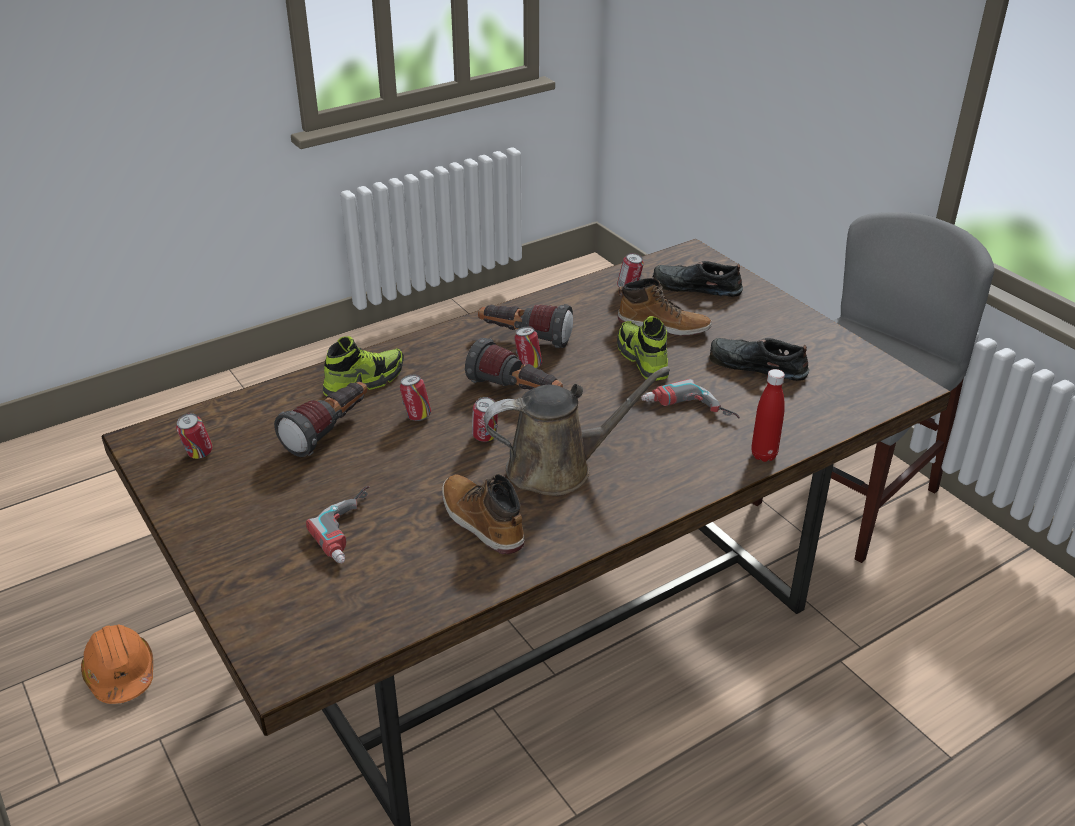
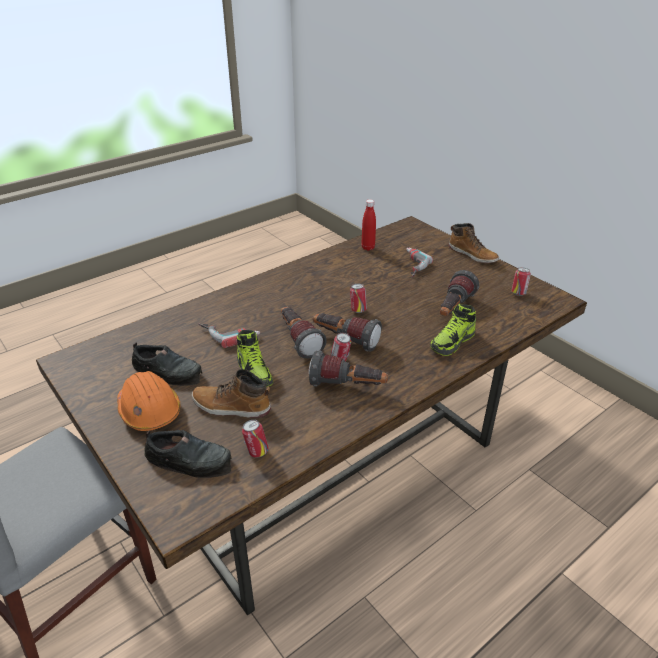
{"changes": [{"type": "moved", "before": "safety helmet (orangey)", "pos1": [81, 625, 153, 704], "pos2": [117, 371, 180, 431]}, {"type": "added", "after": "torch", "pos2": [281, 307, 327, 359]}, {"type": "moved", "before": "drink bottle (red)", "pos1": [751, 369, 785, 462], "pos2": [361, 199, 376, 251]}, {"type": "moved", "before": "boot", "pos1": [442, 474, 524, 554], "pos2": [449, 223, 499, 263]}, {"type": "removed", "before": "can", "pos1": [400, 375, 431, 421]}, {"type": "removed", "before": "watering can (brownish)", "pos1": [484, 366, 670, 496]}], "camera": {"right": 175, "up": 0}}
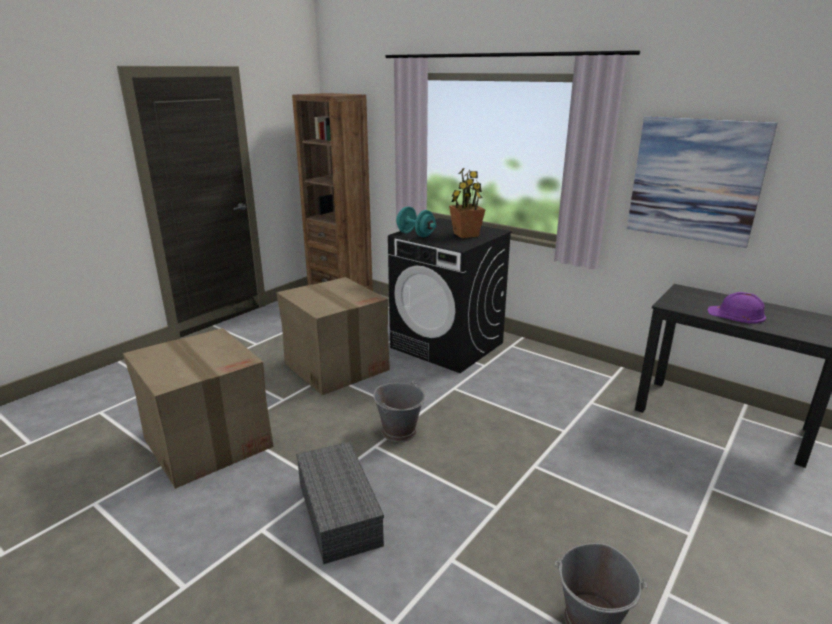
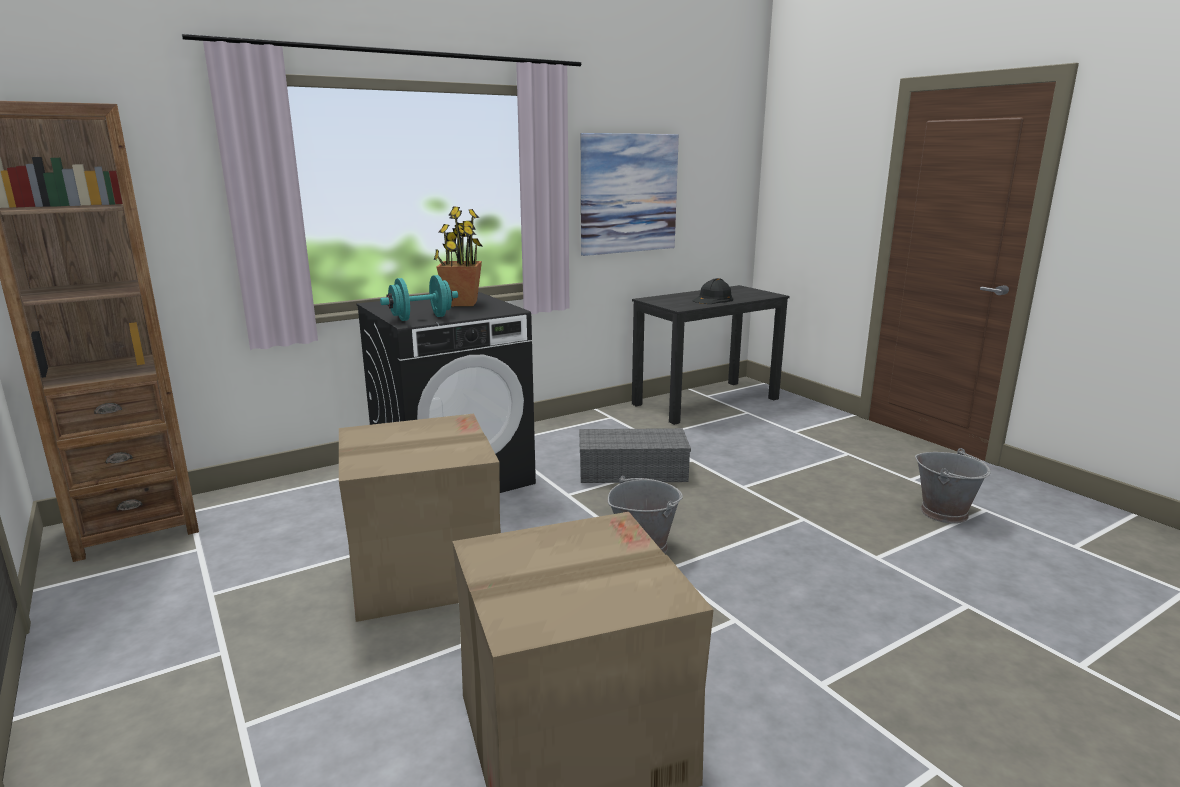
{"changes": [{"type": "moved", "before": "storage box (grey)", "pos1": [296, 442, 384, 564], "pos2": [579, 428, 691, 483]}, {"type": "recoloured", "before": "safety helmet (purple)", "after": "safety helmet (black)", "pos1": [707, 292, 766, 324], "pos2": [693, 278, 733, 304]}], "camera": {"right": -70, "up": -5}}
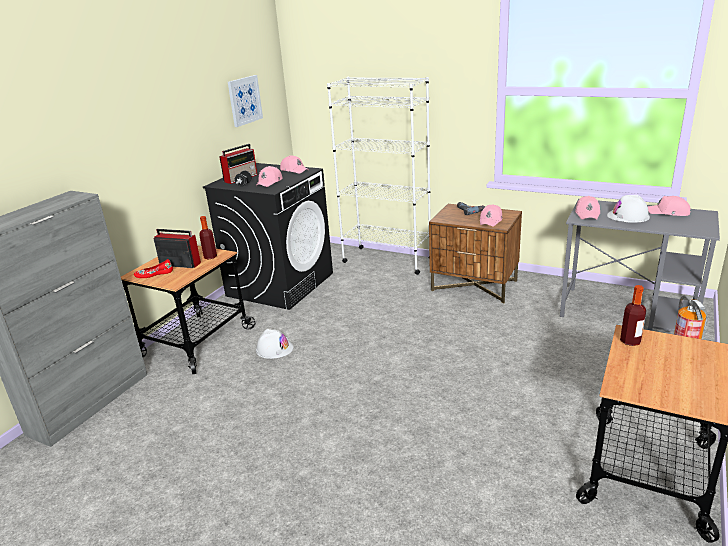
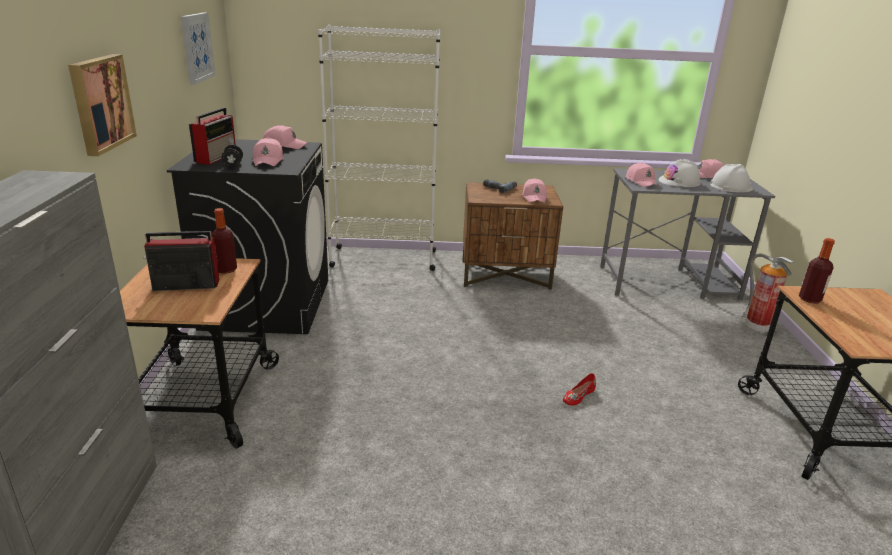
{"changes": [{"type": "added", "after": "wall picture", "pos2": [68, 54, 137, 156]}, {"type": "moved", "before": "shoe (red)", "pos1": [134, 259, 173, 278], "pos2": [563, 373, 596, 406]}, {"type": "moved", "before": "safety helmet (white)", "pos1": [256, 329, 293, 359], "pos2": [710, 164, 753, 193]}], "camera": {"right": -30, "up": 0}}
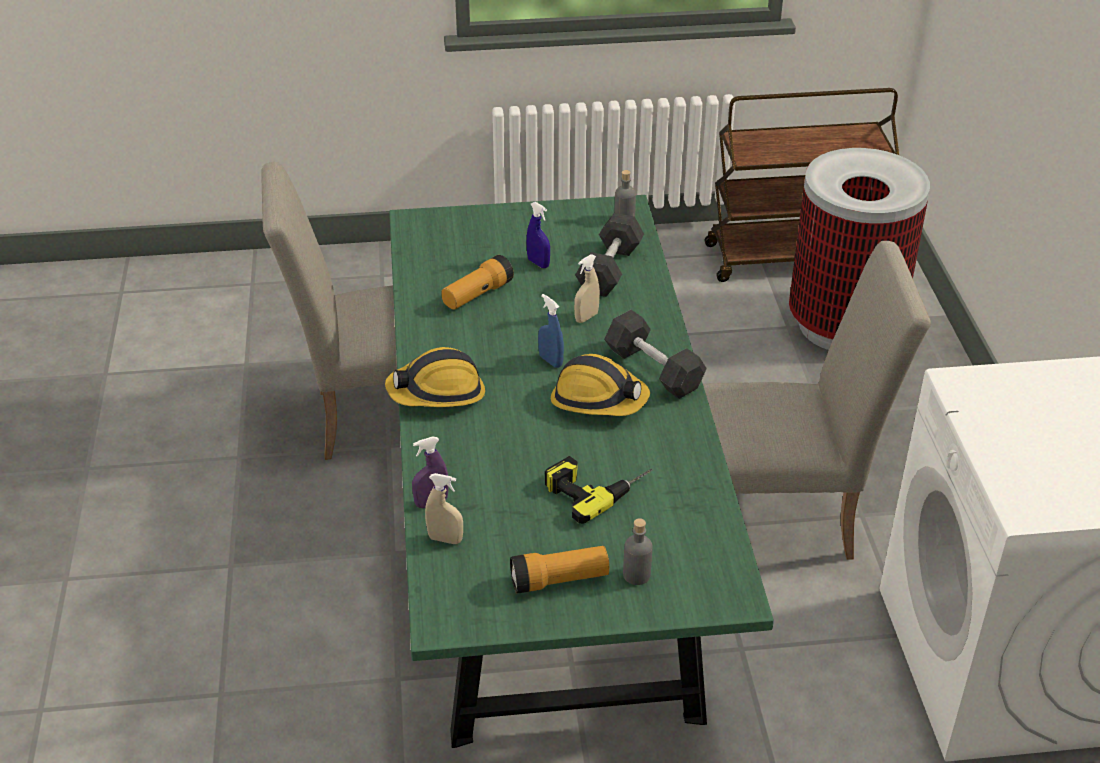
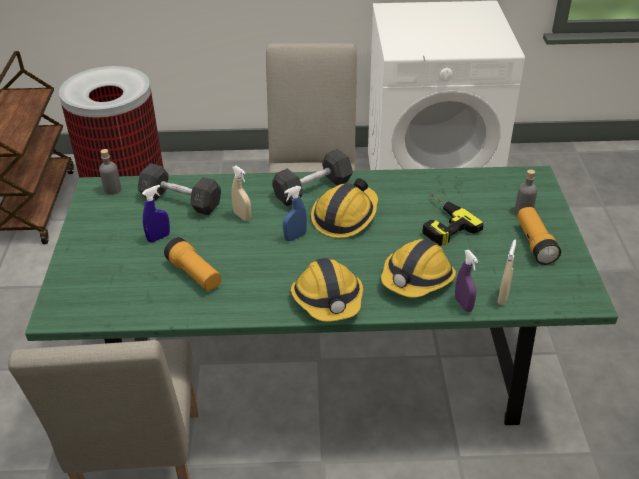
{"changes": [{"type": "added", "after": "safety helmet", "pos2": [381, 239, 456, 298]}], "camera": {"right": -85, "up": 0}}
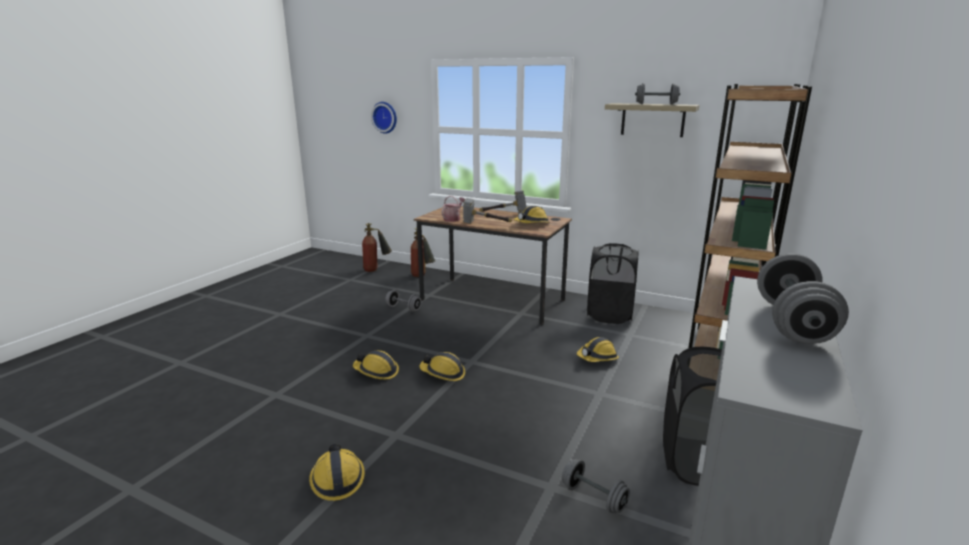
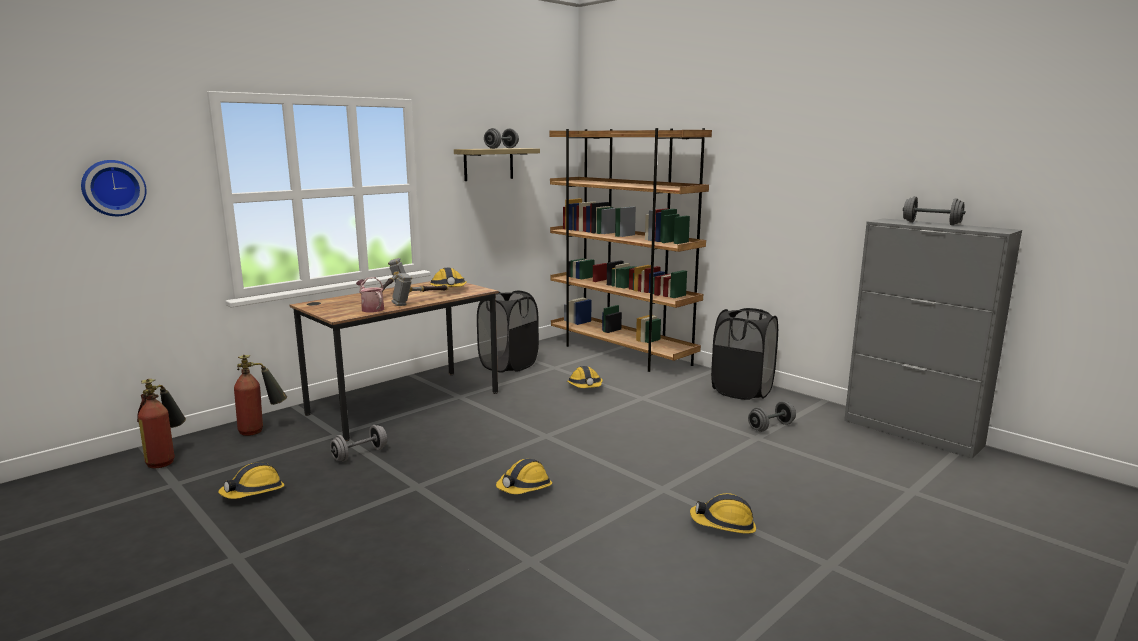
{"changes": [{"type": "moved", "before": "safety helmet", "pos1": [419, 352, 465, 381], "pos2": [218, 462, 284, 499]}], "camera": {"right": -70, "up": -5}}
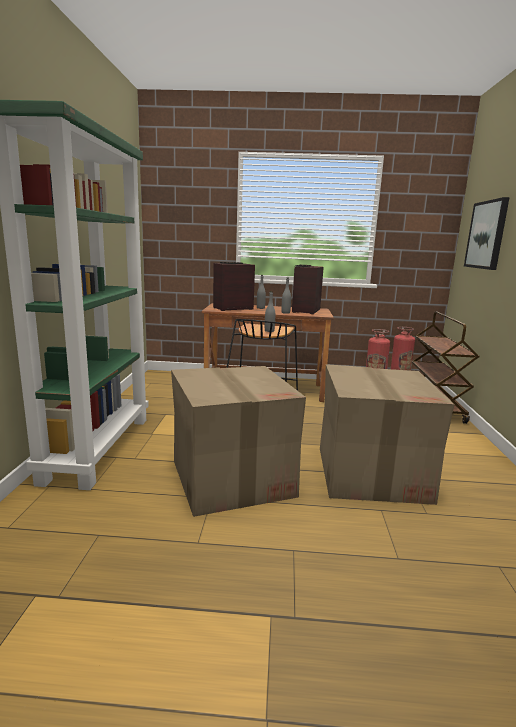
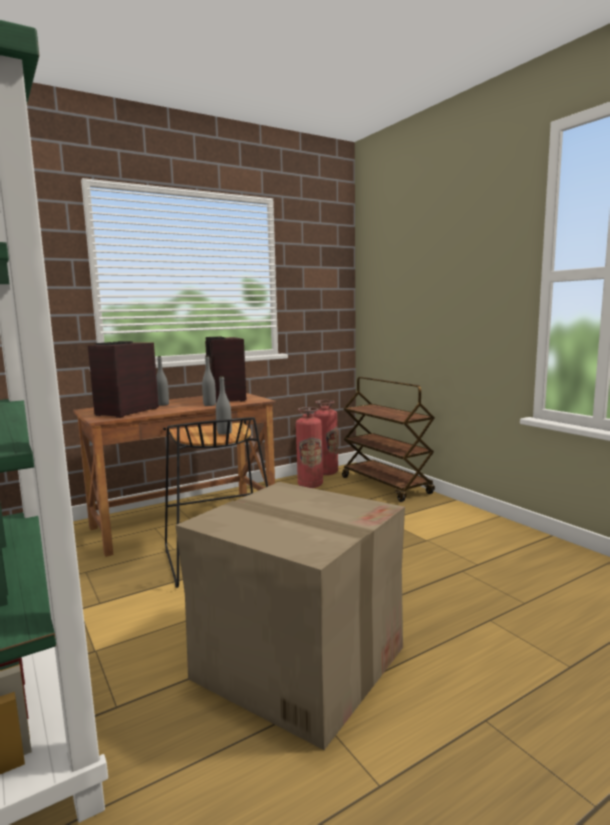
{"changes": [{"type": "removed", "before": "cardboard box", "pos1": [320, 364, 455, 505]}, {"type": "removed", "before": "wall picture", "pos1": [464, 197, 510, 270]}], "camera": {"right": -35, "up": -5}}
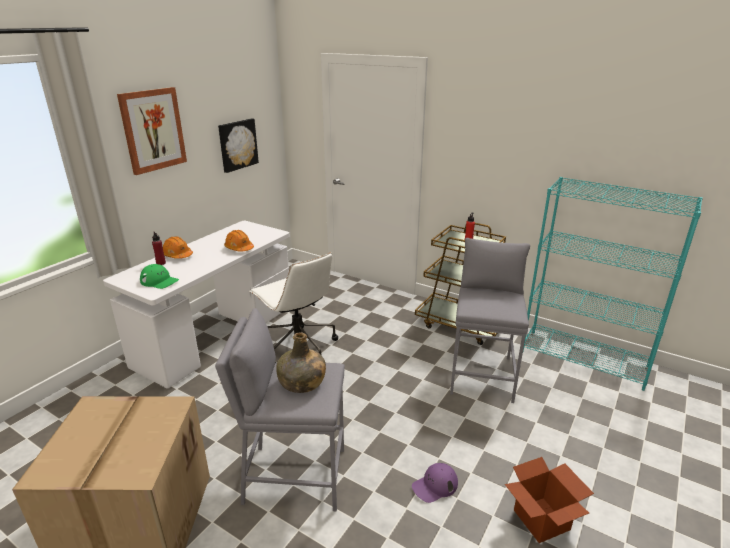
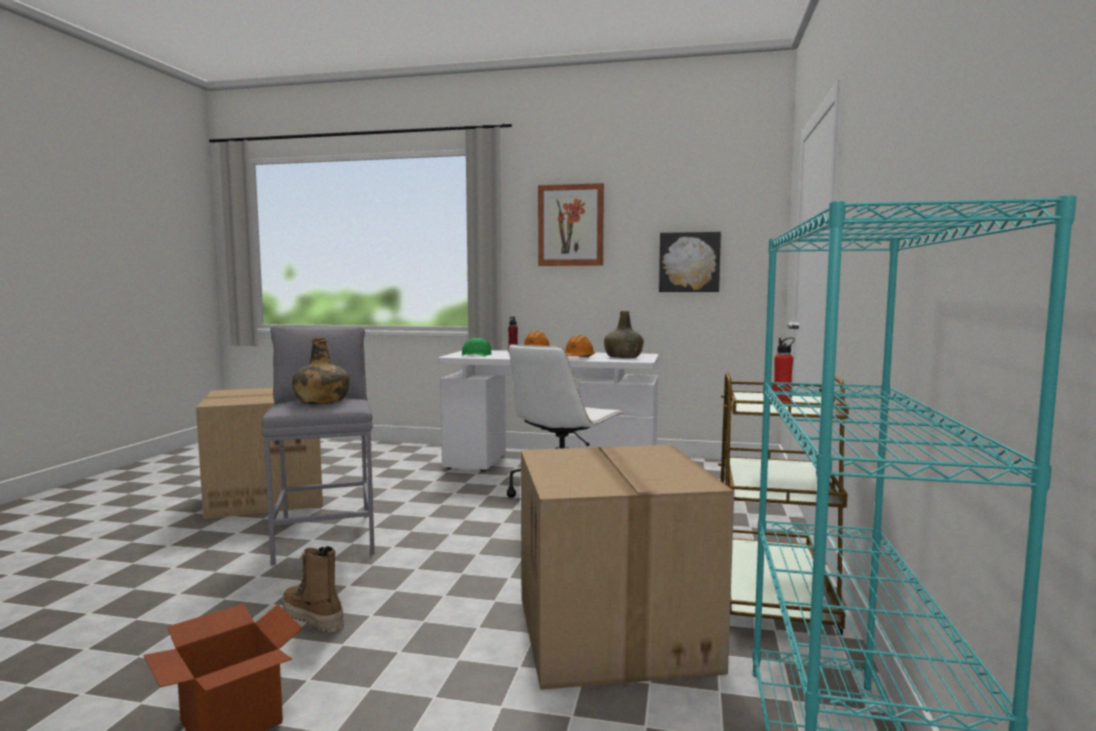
{"changes": [{"type": "replaced", "before": "cap (purple)", "after": "boot", "pos1": [412, 463, 458, 503], "pos2": [283, 546, 344, 632]}, {"type": "replaced", "before": "stool seat (grey)", "after": "cardboard box", "pos1": [450, 238, 530, 403], "pos2": [521, 445, 734, 690]}, {"type": "added", "after": "drink bottle (green)", "pos2": [604, 311, 644, 358]}], "camera": {"right": 70, "up": -20}}
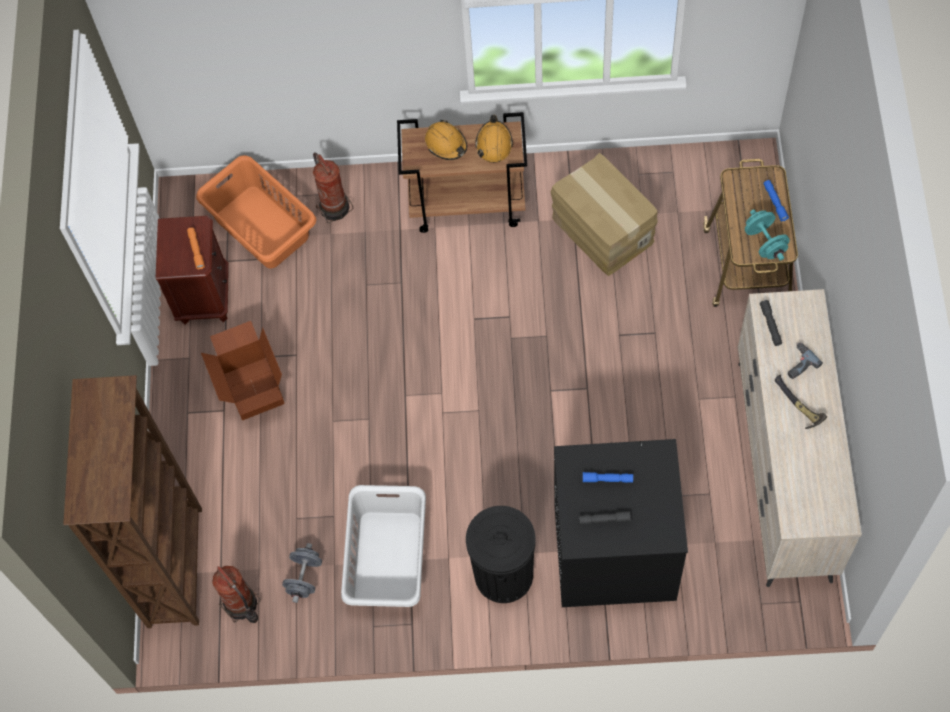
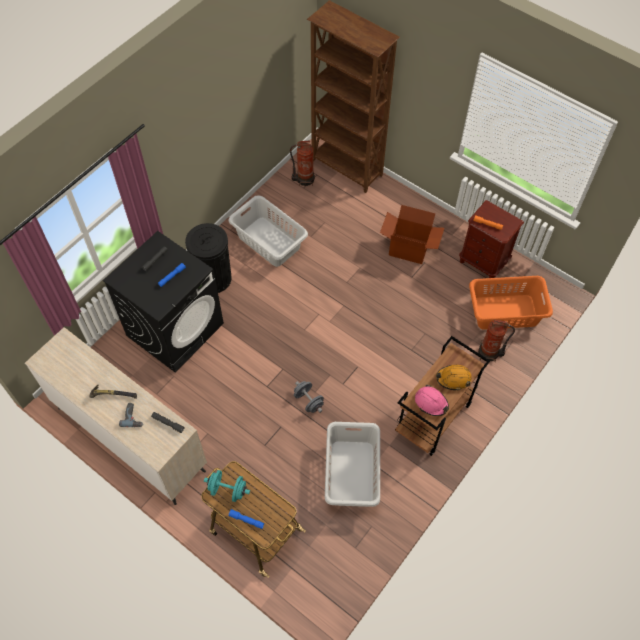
{"changes": [{"type": "moved", "before": "dumbbell (grey)", "pos1": [282, 543, 322, 603], "pos2": [294, 381, 324, 413]}, {"type": "replaced", "before": "cardboard box", "after": "laundry basket (grey)", "pos1": [551, 153, 658, 276], "pos2": [325, 422, 380, 507]}, {"type": "recoloured", "before": "safety helmet (orangey)", "after": "safety helmet (pinkish)", "pos1": [475, 115, 513, 163], "pos2": [415, 385, 449, 416]}], "camera": {"right": 125, "up": -5}}
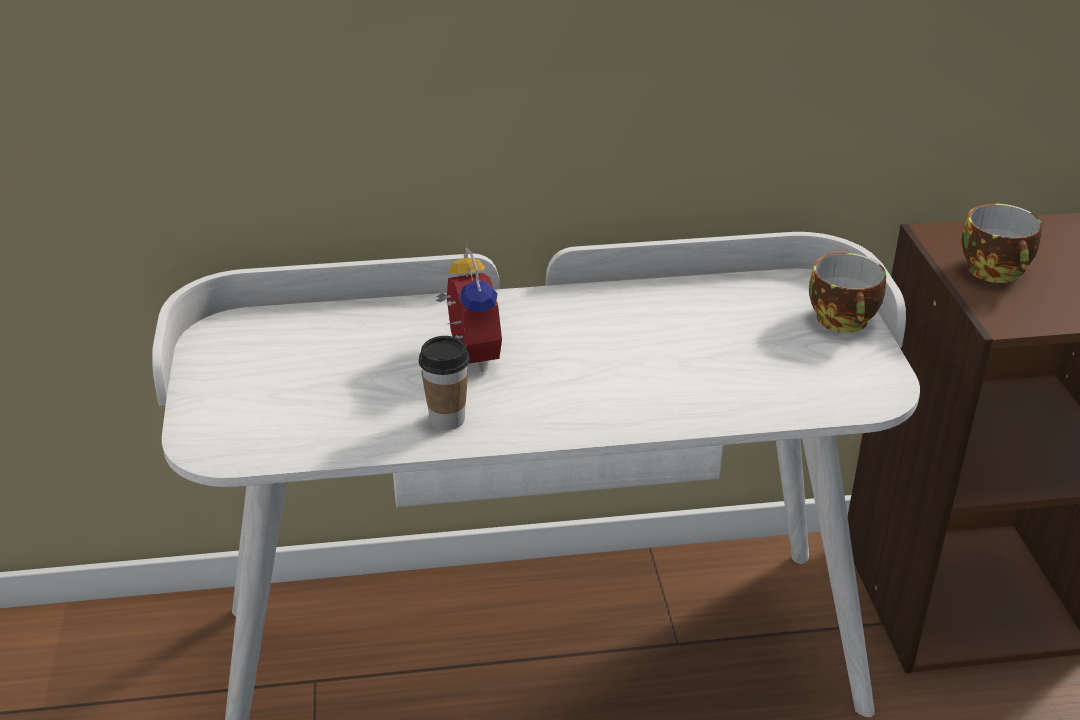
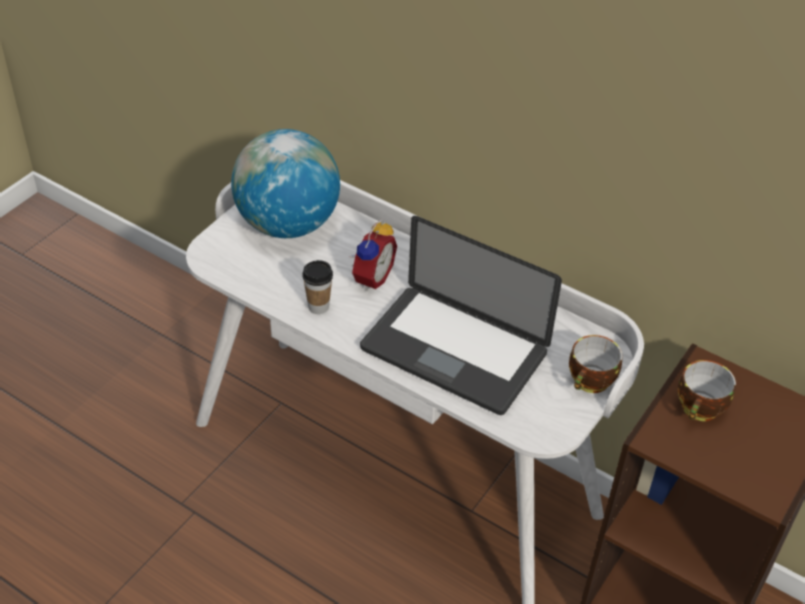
{"changes": [{"type": "added", "after": "globe", "pos2": [231, 129, 340, 238]}, {"type": "added", "after": "notebook computer", "pos2": [360, 216, 562, 415]}], "camera": {"right": 40, "up": 10}}
